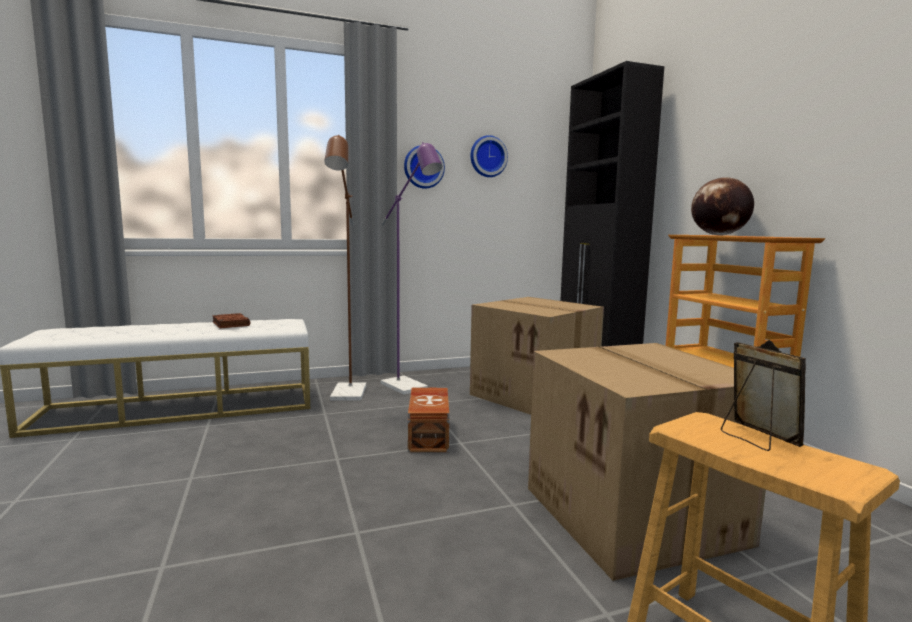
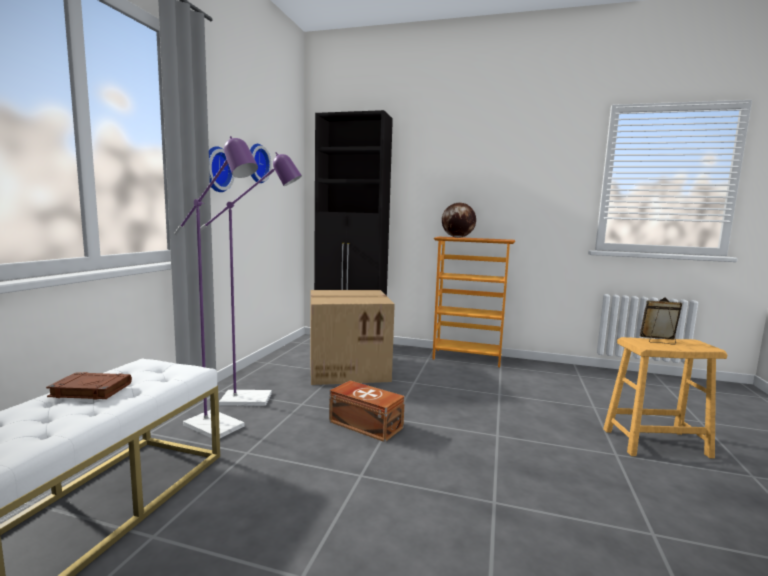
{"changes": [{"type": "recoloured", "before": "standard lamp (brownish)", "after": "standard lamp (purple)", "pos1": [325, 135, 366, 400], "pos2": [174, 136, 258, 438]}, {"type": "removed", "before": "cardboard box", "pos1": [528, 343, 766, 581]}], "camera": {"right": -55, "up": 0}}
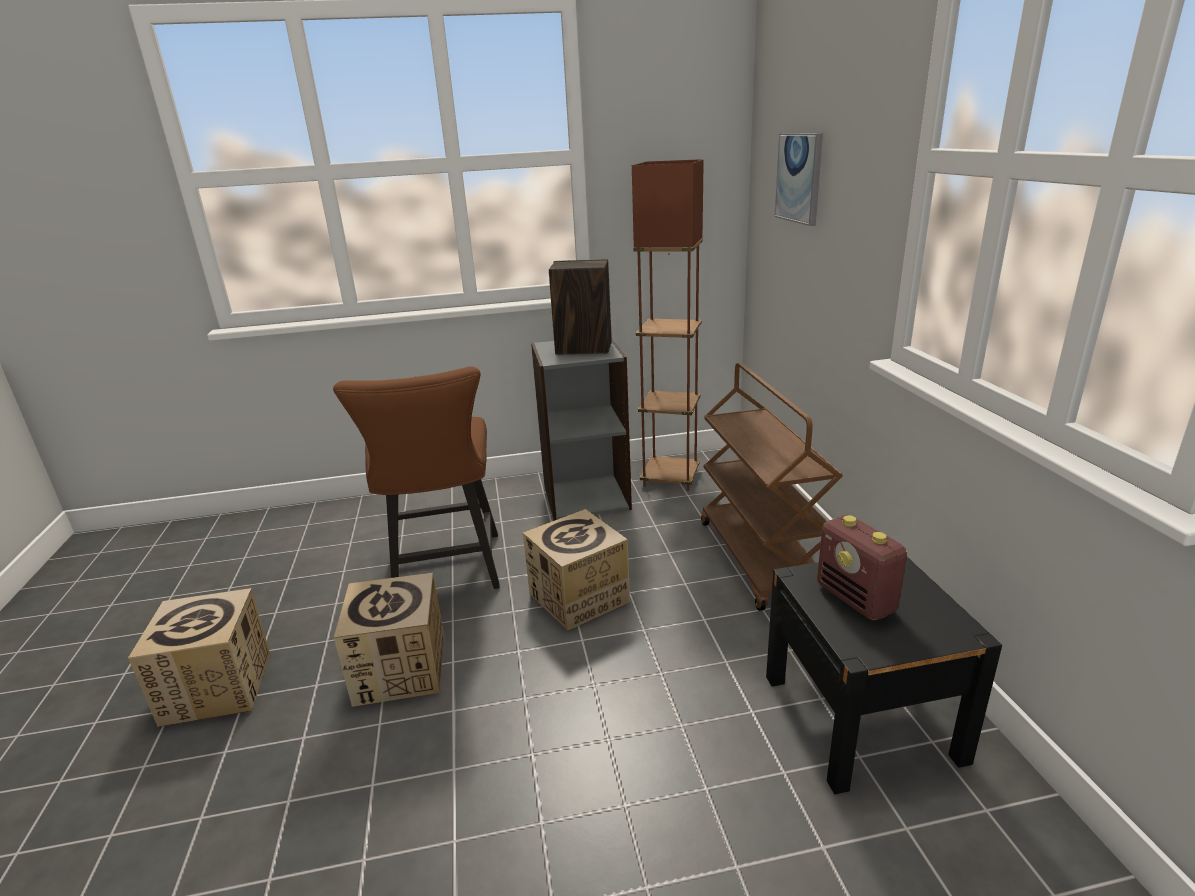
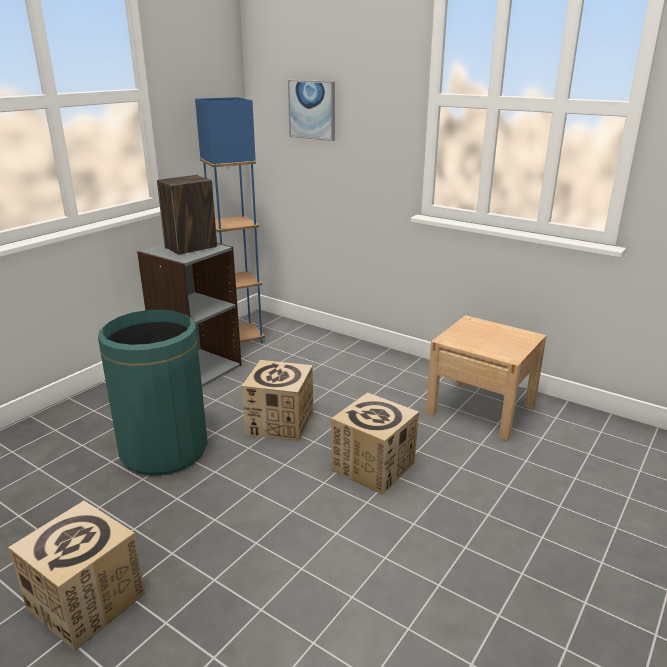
{"changes": [{"type": "replaced", "before": "upright chair (brownish)", "after": "trash can (green)", "pos1": [333, 366, 500, 589], "pos2": [98, 310, 208, 476]}, {"type": "recoloured", "before": "standard lamp (brownish)", "after": "standard lamp (bluish)", "pos1": [632, 159, 704, 491], "pos2": [195, 97, 265, 343]}, {"type": "moved", "before": "cardboard box", "pos1": [334, 573, 444, 707], "pos2": [331, 392, 419, 495]}, {"type": "recoloured", "before": "nightstand (black)", "after": "nightstand (beige)", "pos1": [766, 557, 1002, 794], "pos2": [426, 315, 547, 441]}, {"type": "removed", "before": "cart (brownish)", "pos1": [701, 363, 843, 611]}, {"type": "removed", "before": "radio set", "pos1": [817, 515, 908, 621]}], "camera": {"right": -45, "up": 0}}
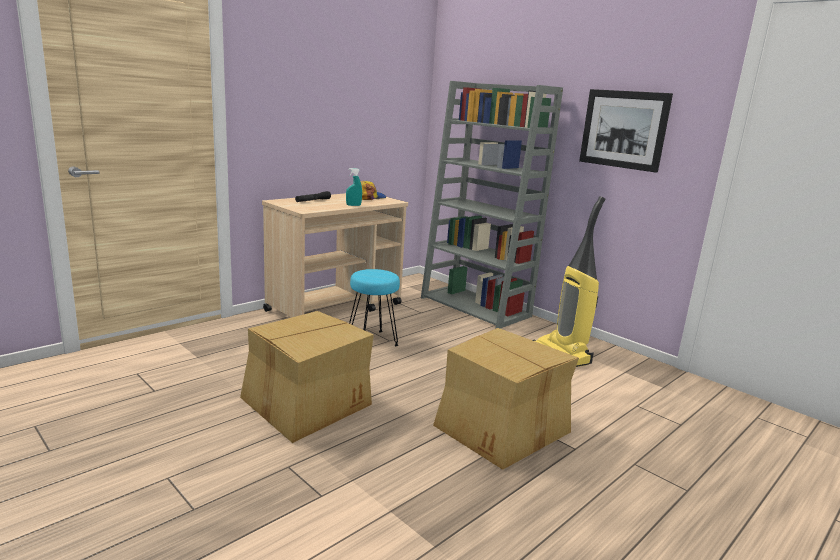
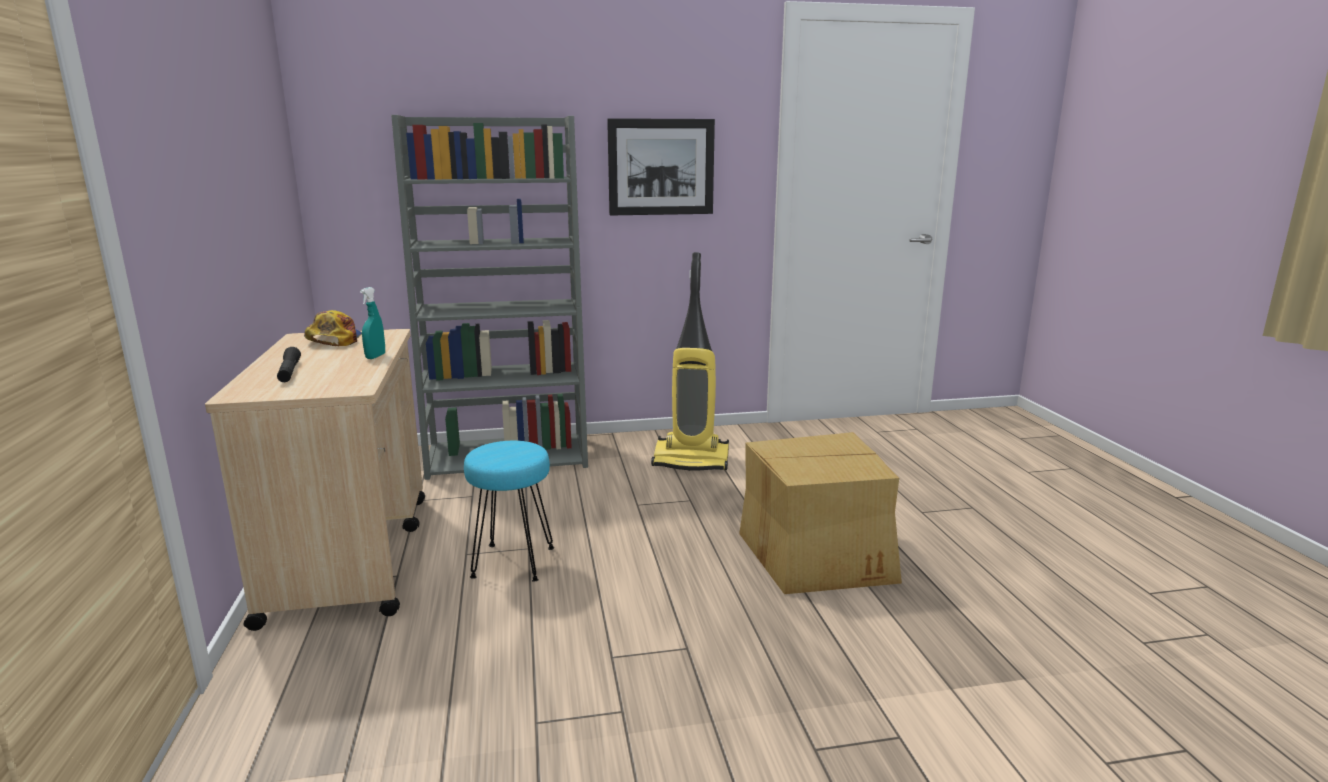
{"changes": [{"type": "removed", "before": "cardboard box", "pos1": [240, 311, 374, 443]}], "camera": {"right": -55, "up": 0}}
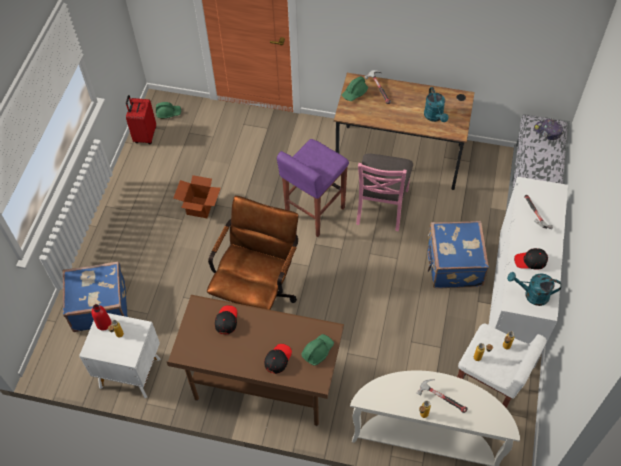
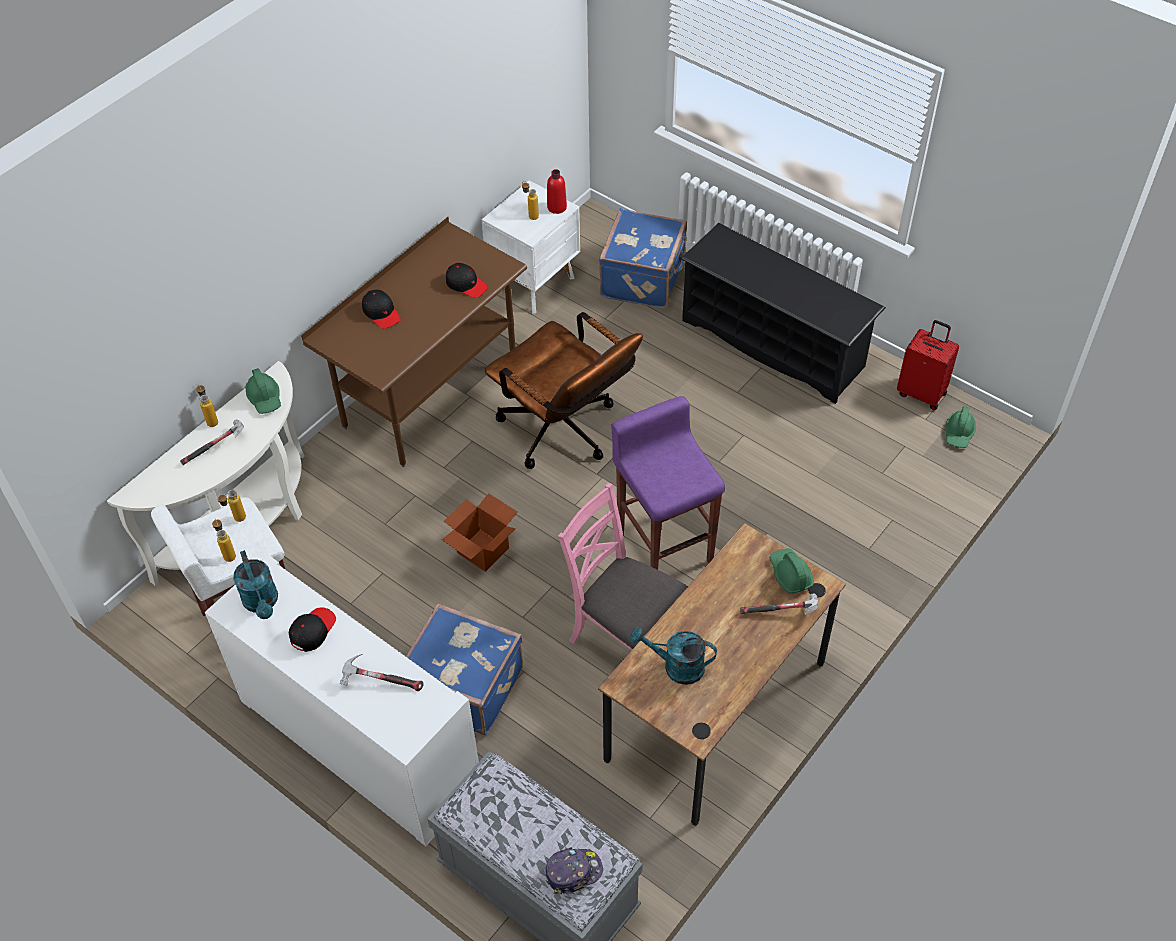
{"changes": [{"type": "turned", "before": "watering can (turquoise-coloured)", "pos1": [507, 272, 561, 306], "pos2": [233, 550, 278, 619], "turn": 120}, {"type": "moved", "before": "safety helmet (green)", "pos1": [301, 334, 334, 366], "pos2": [245, 368, 281, 414]}, {"type": "moved", "before": "cardboard box", "pos1": [173, 175, 221, 218], "pos2": [442, 493, 518, 572]}, {"type": "added", "after": "shoe stand (black)", "pos2": [681, 223, 886, 404]}], "camera": {"right": 115, "up": -5}}
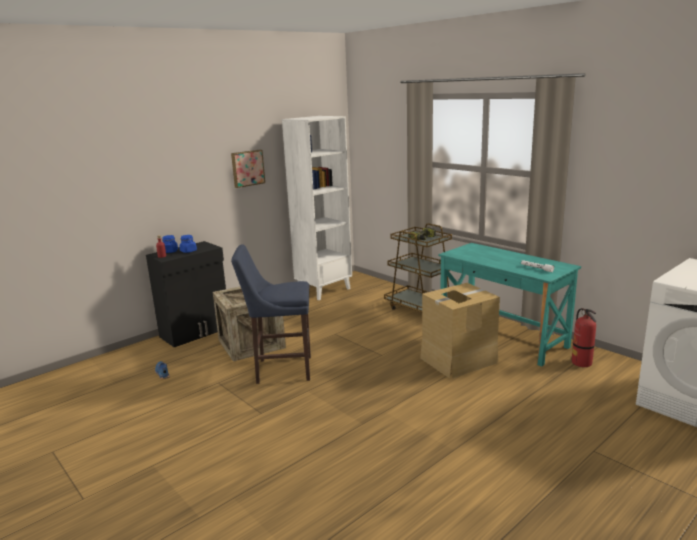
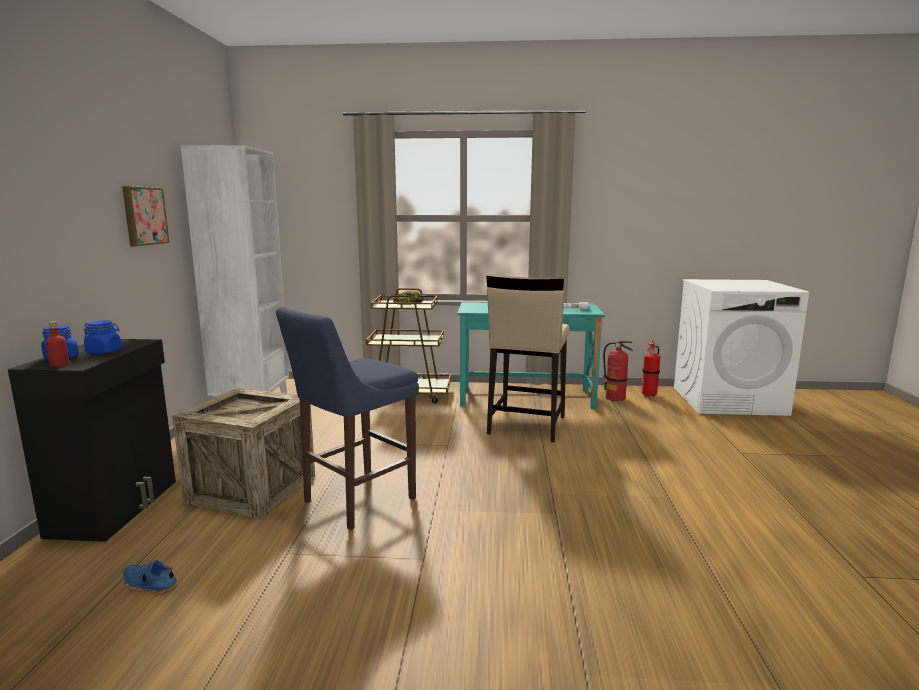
{"changes": [{"type": "replaced", "before": "cardboard box", "after": "stool seat (beige)", "pos1": [420, 283, 500, 379], "pos2": [486, 275, 570, 442]}, {"type": "added", "after": "fire-fighting cylinder", "pos2": [642, 340, 660, 397]}], "camera": {"right": -45, "up": -5}}
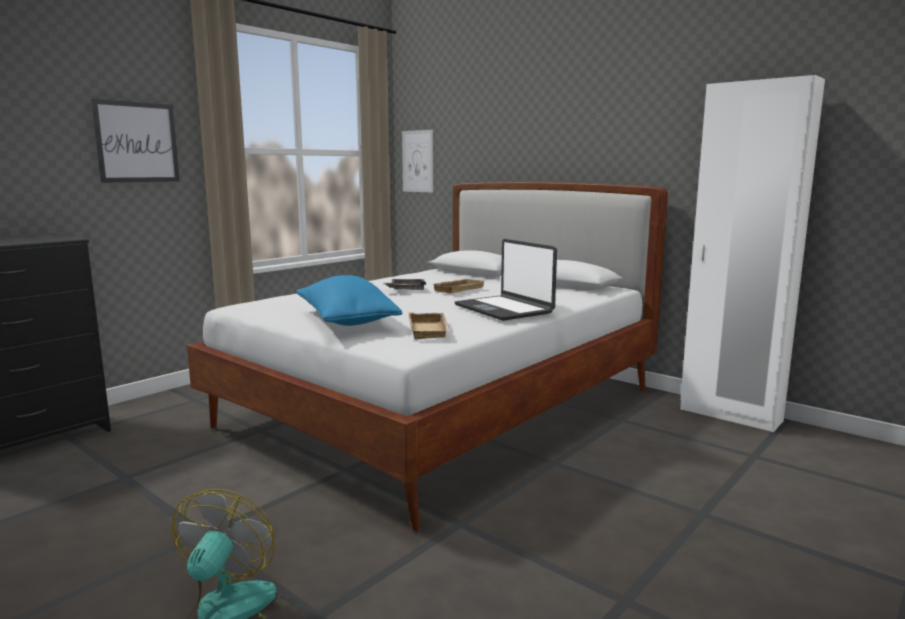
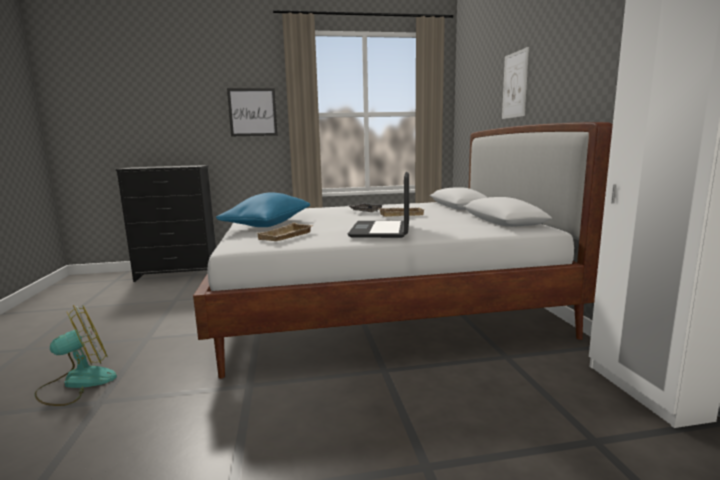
{"changes": [{"type": "moved", "before": "wall picture", "pos1": [402, 130, 433, 193], "pos2": [502, 47, 529, 119]}], "camera": {"right": 40, "up": 0}}
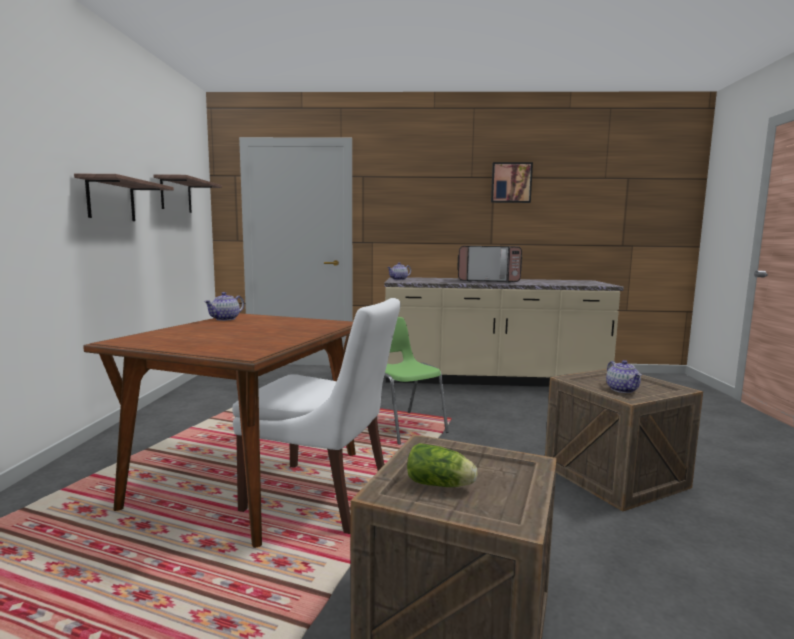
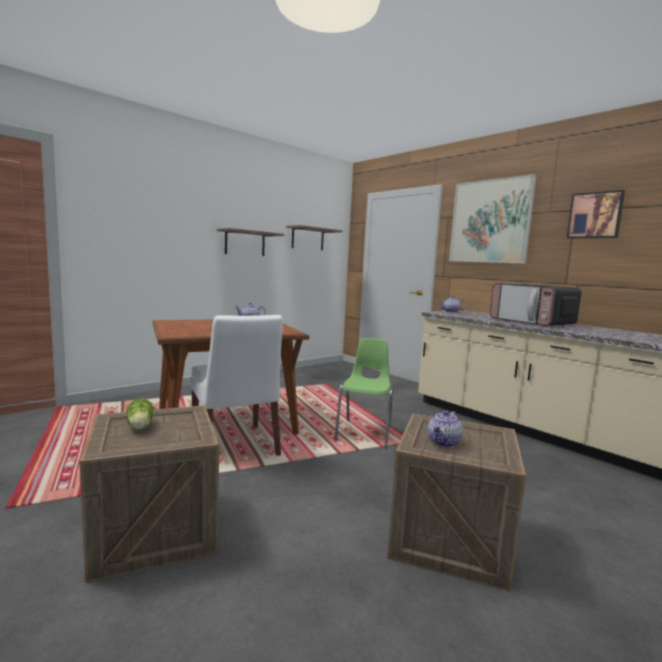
{"changes": [{"type": "added", "after": "wall picture", "pos2": [449, 174, 537, 264]}], "camera": {"right": 45, "up": 0}}
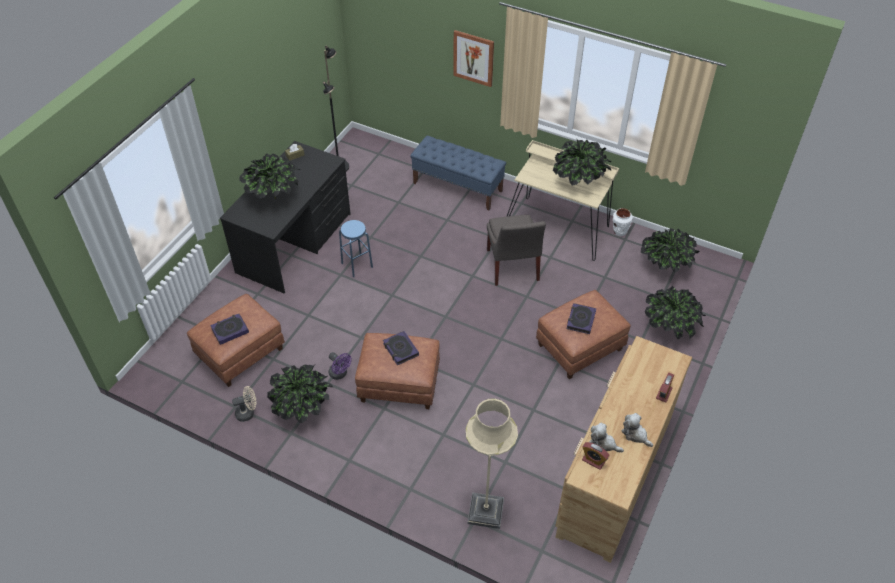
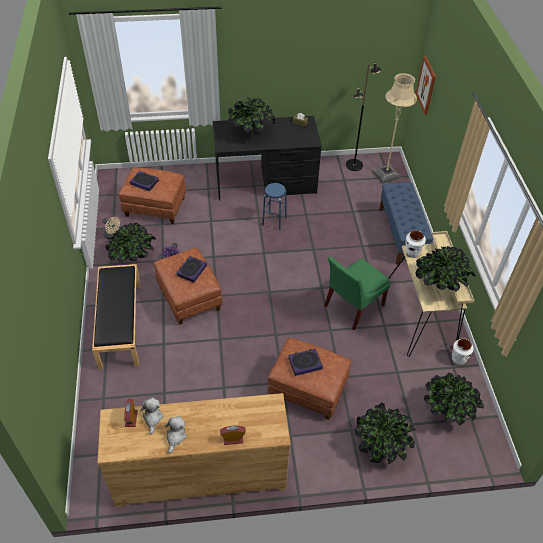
{"changes": [{"type": "added", "after": "bench (black)", "pos2": [92, 264, 141, 370]}, {"type": "recoloured", "before": "upright chair (grey)", "after": "upright chair (green)", "pos1": [487, 215, 546, 286], "pos2": [324, 256, 390, 330]}, {"type": "moved", "before": "standard lamp (beige)", "pos1": [466, 398, 518, 529], "pos2": [373, 73, 417, 184]}, {"type": "added", "after": "decorative vase (white)", "pos2": [405, 230, 426, 258]}, {"type": "moved", "before": "wall picture", "pos1": [453, 30, 494, 87], "pos2": [416, 56, 436, 115]}], "camera": {"right": 55, "up": 0}}
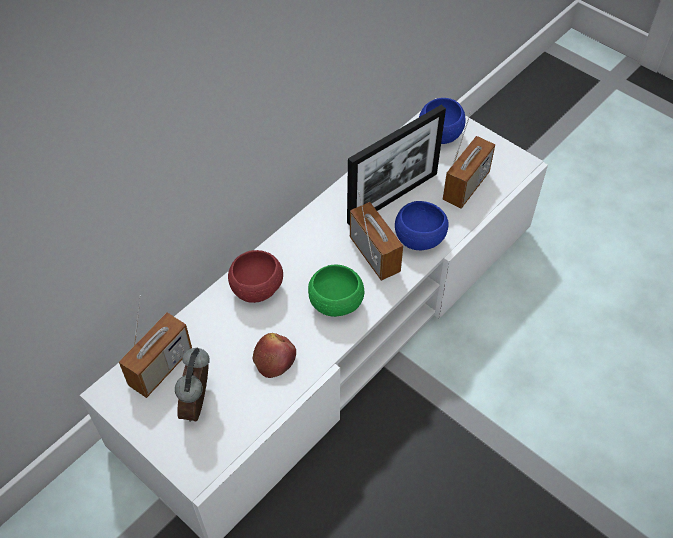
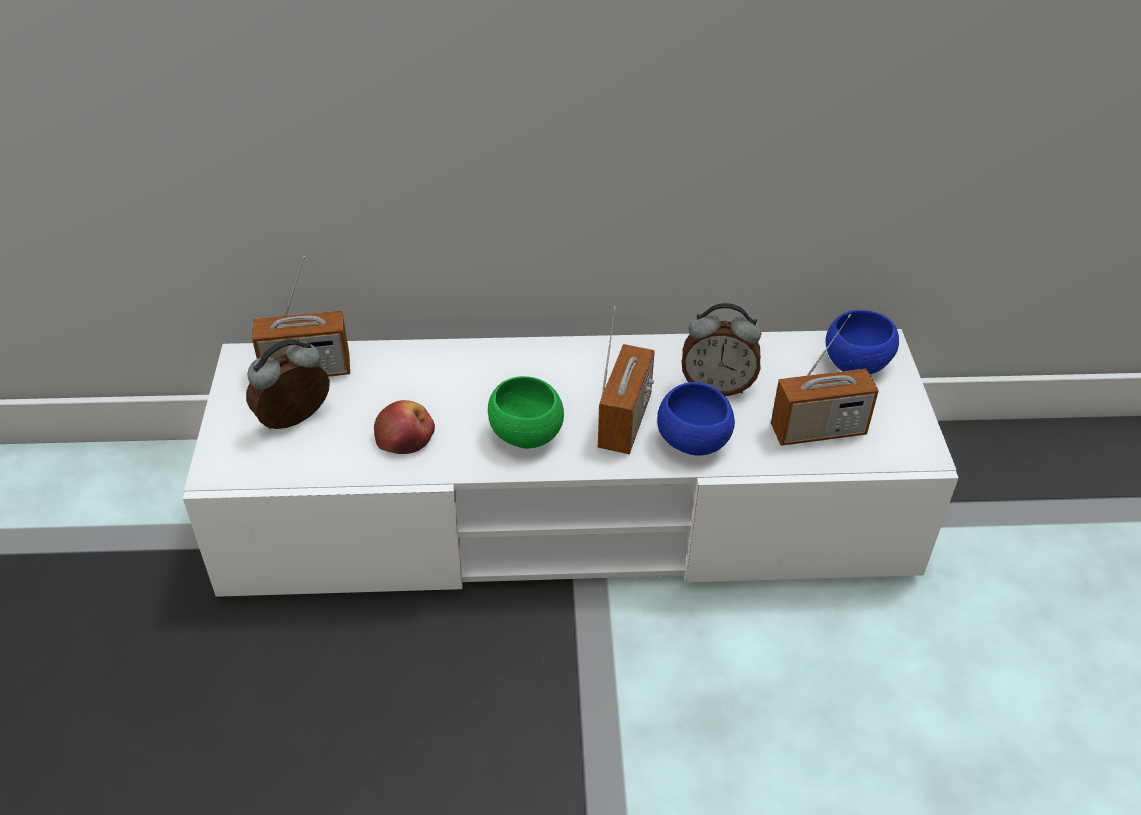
{"changes": [{"type": "replaced", "before": "picture frame", "after": "bedside clock", "pos1": [347, 105, 446, 226], "pos2": [682, 303, 761, 396]}, {"type": "removed", "before": "deep dish (red)", "pos1": [228, 250, 283, 303]}], "camera": {"right": 45, "up": -10}}
